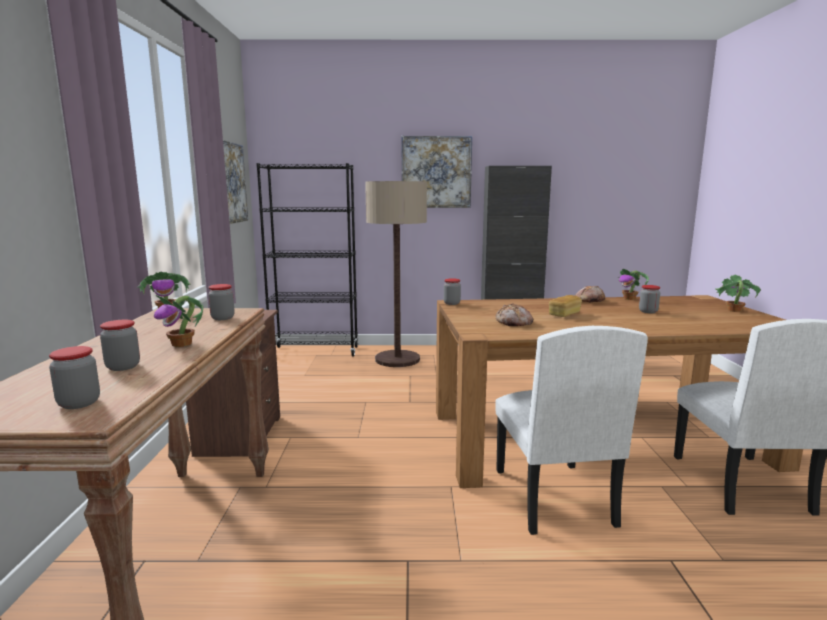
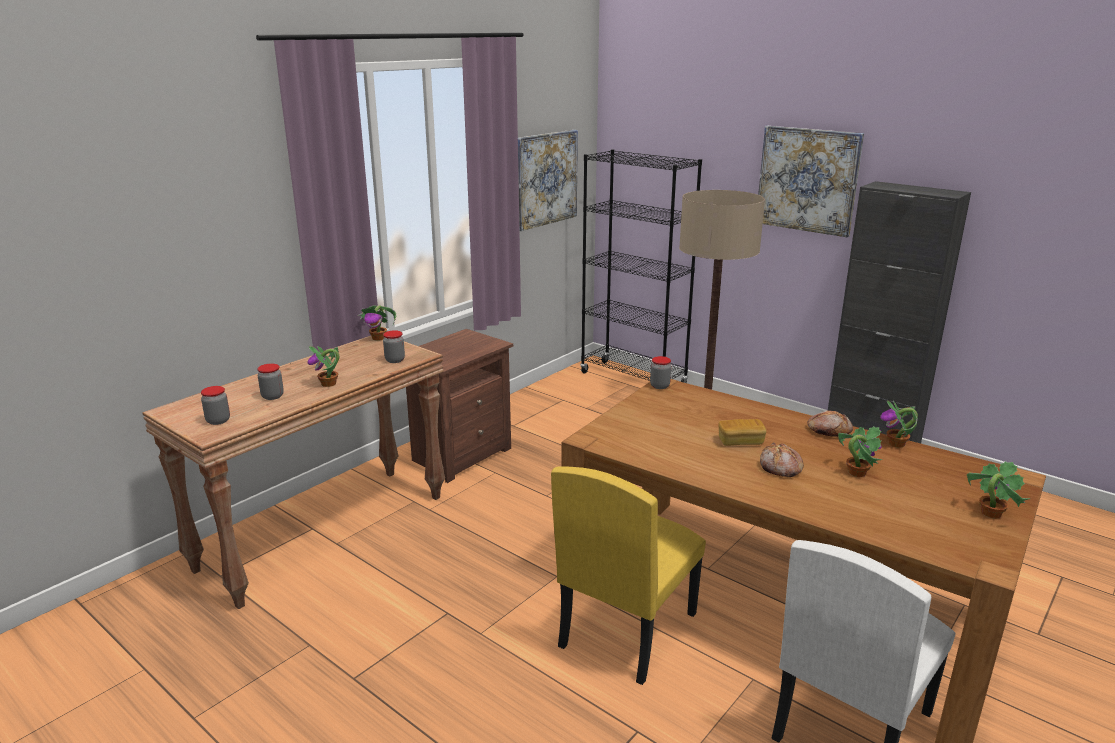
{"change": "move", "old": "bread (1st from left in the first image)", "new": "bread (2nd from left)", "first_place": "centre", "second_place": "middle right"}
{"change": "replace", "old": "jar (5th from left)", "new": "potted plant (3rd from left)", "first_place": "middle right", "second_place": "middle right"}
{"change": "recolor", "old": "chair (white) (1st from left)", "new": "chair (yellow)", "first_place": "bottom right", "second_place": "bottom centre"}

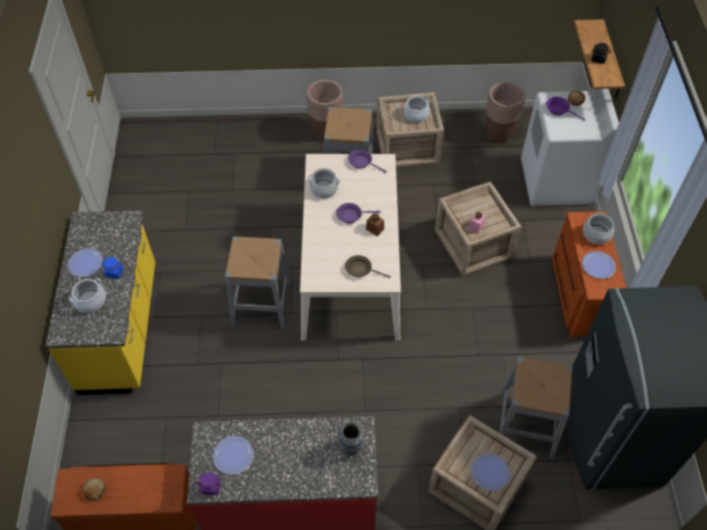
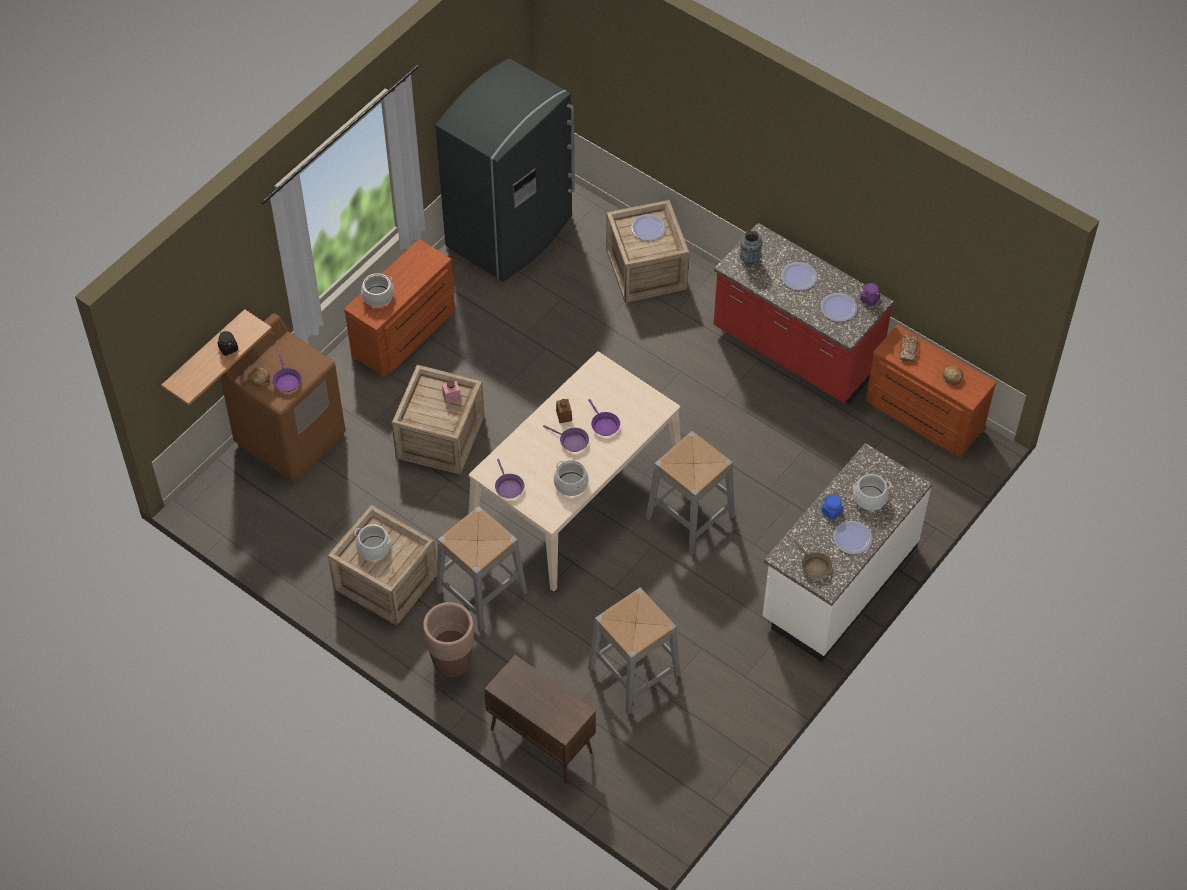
{"change": "delete", "old": "planter (brown) (2nd from left)", "first_place": "top right"}
{"change": "insert", "new": "cabinet (brown)", "second_place": "bottom centre"}
{"change": "insert", "new": "frying pan (purple) (4th from left)", "second_place": "centre"}
{"change": "insert", "new": "bread (2nd from left)", "second_place": "middle right"}
{"change": "move", "old": "frying pan (brown)", "first_place": "centre", "second_place": "middle right"}
{"change": "move", "old": "stool (grey) (3rd from left in the first image)", "new": "stool (grey) (2nd from left)", "first_place": "bottom right", "second_place": "bottom centre"}
{"change": "move", "old": "plate (4th from left in the first image)", "new": "plate (2nd from left)", "first_place": "middle right", "second_place": "top right"}
{"change": "recolor", "old": "counter (yellow)", "new": "counter (white)", "first_place": "middle left", "second_place": "middle right"}
{"change": "recolor", "old": "washing machine (white)", "new": "washing machine (brown)", "first_place": "top right", "second_place": "middle left"}

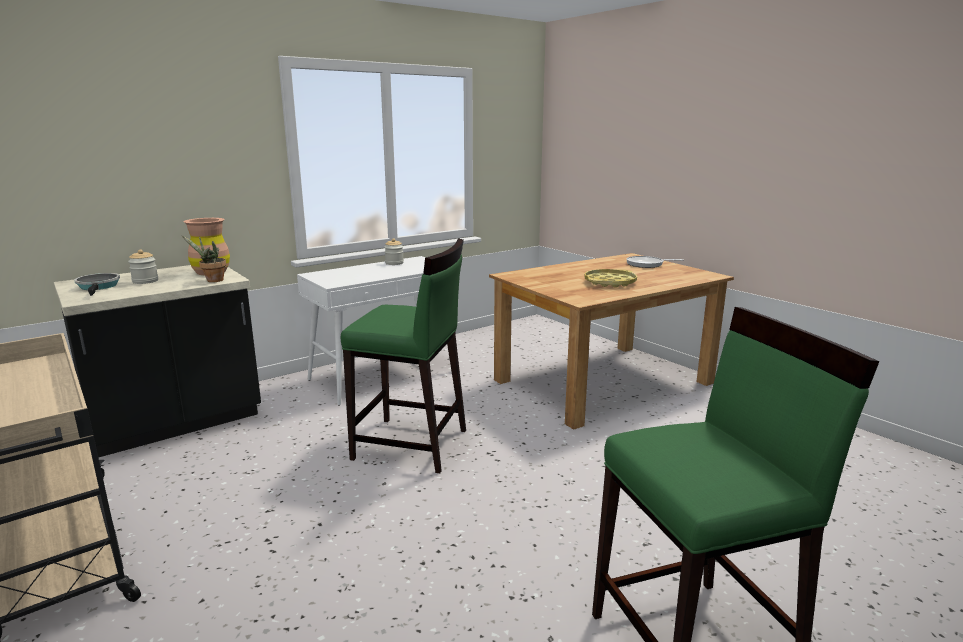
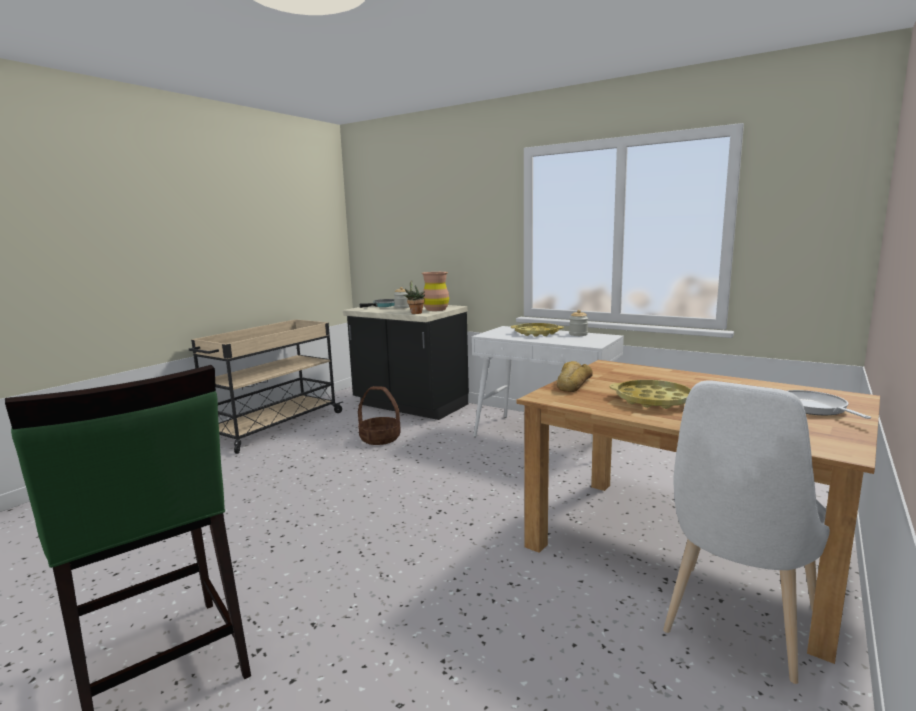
{"change": "delete", "old": "stool (green) (1st from left)", "first_place": "centre"}
{"change": "insert", "new": "basket", "second_place": "centre"}
{"change": "insert", "new": "tray (yellow) (1st from left)", "second_place": "centre"}
{"change": "insert", "new": "bread", "second_place": "centre"}
{"change": "insert", "new": "chair (white)", "second_place": "bottom right"}

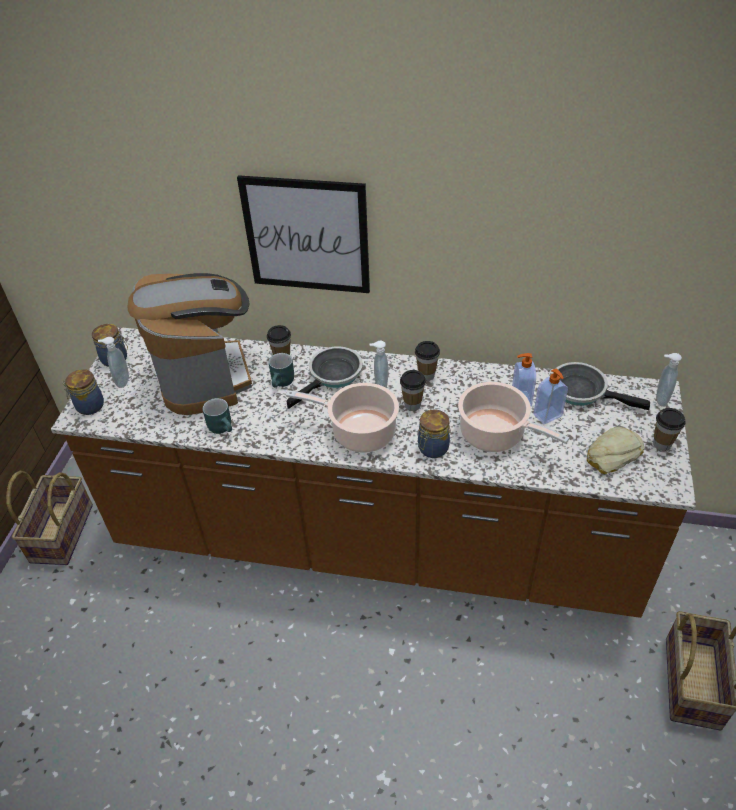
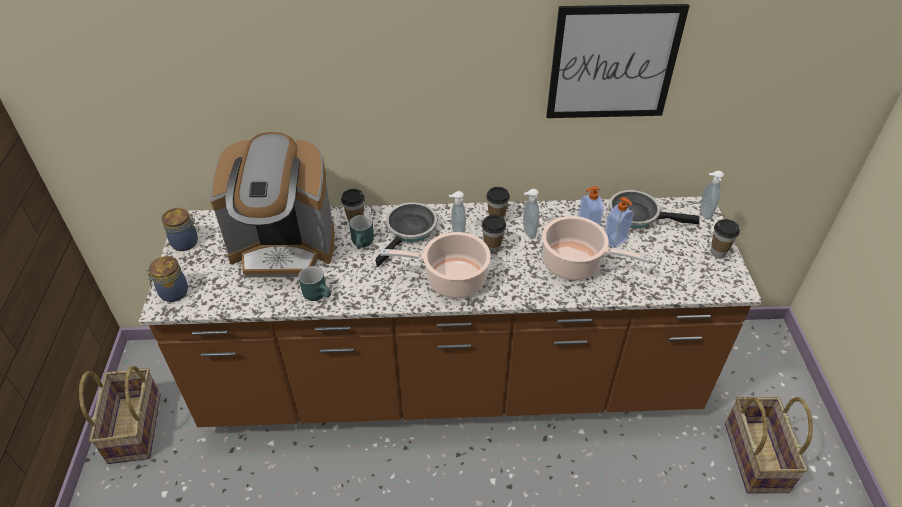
{"change": "delete", "old": "jar (3rd from left)", "first_place": "centre"}
{"change": "delete", "old": "bread", "first_place": "middle right"}
{"change": "move", "old": "soap dispenser (1st from left in the first image)", "new": "soap dispenser (2nd from left)", "first_place": "middle left", "second_place": "centre"}
{"change": "move", "old": "picture", "first_place": "top centre", "second_place": "top right"}
{"change": "rotate", "old": "coffee machine", "first_place": "middle left", "second_place": "middle left", "degrees": 120}

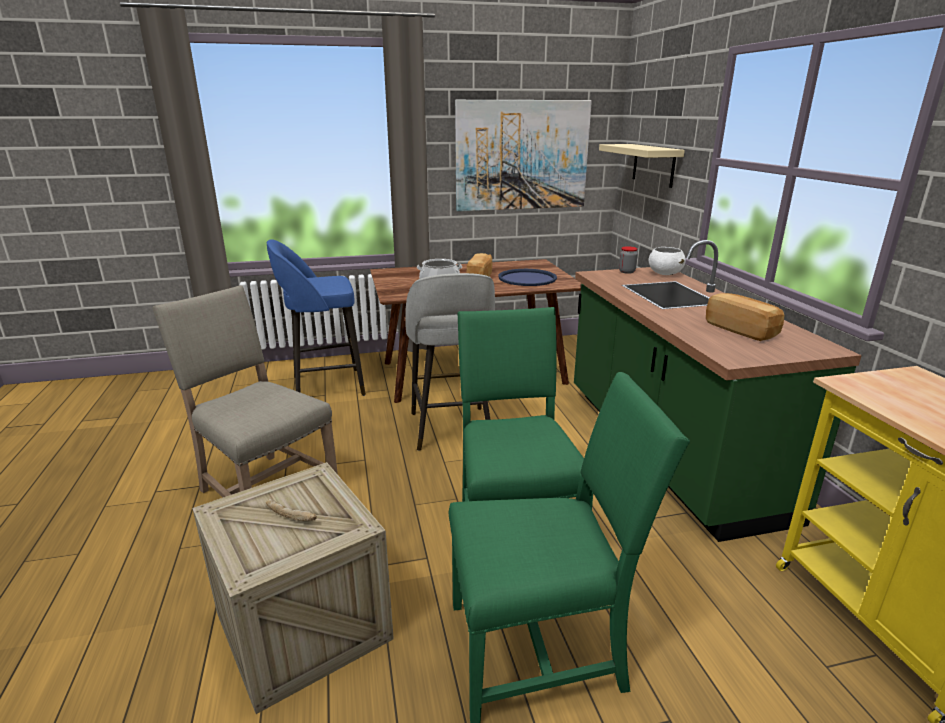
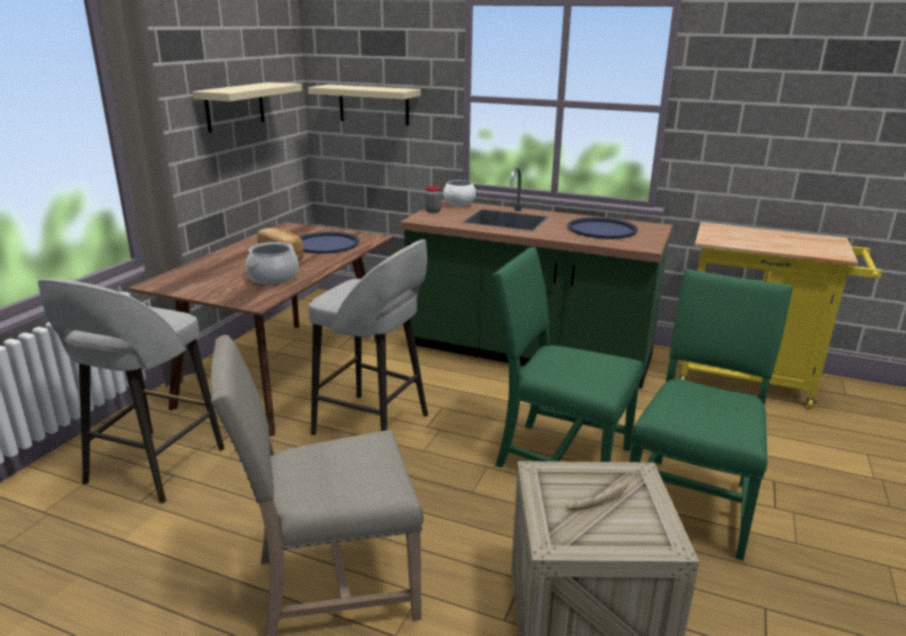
{"change": "replace", "old": "picture", "new": "shelf (beige) (1st from left)", "first_place": "top centre", "second_place": "top left"}
{"change": "replace", "old": "bread (3rd from left)", "new": "tray (blue) (2nd from left)", "first_place": "middle right", "second_place": "centre"}
{"change": "recolor", "old": "stool (blue)", "new": "stool (grey) (1st from left)", "first_place": "centre", "second_place": "middle left"}

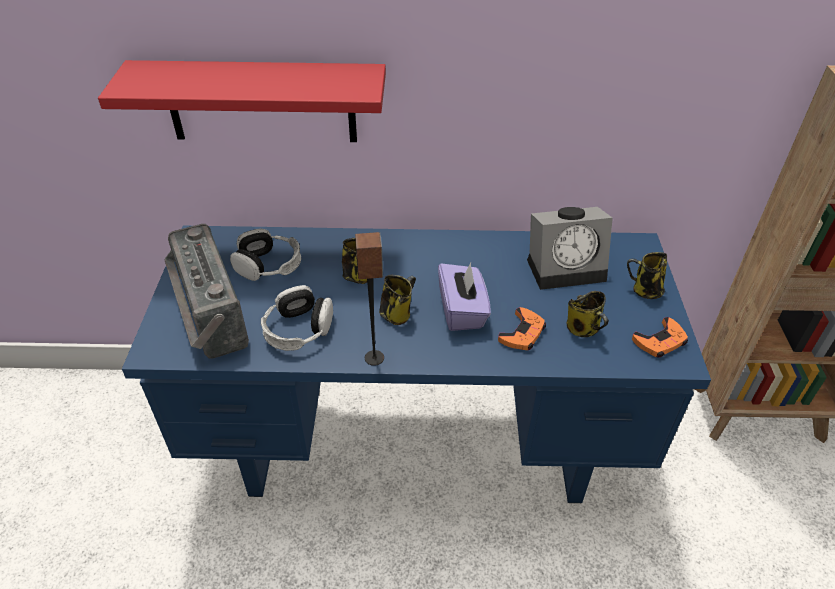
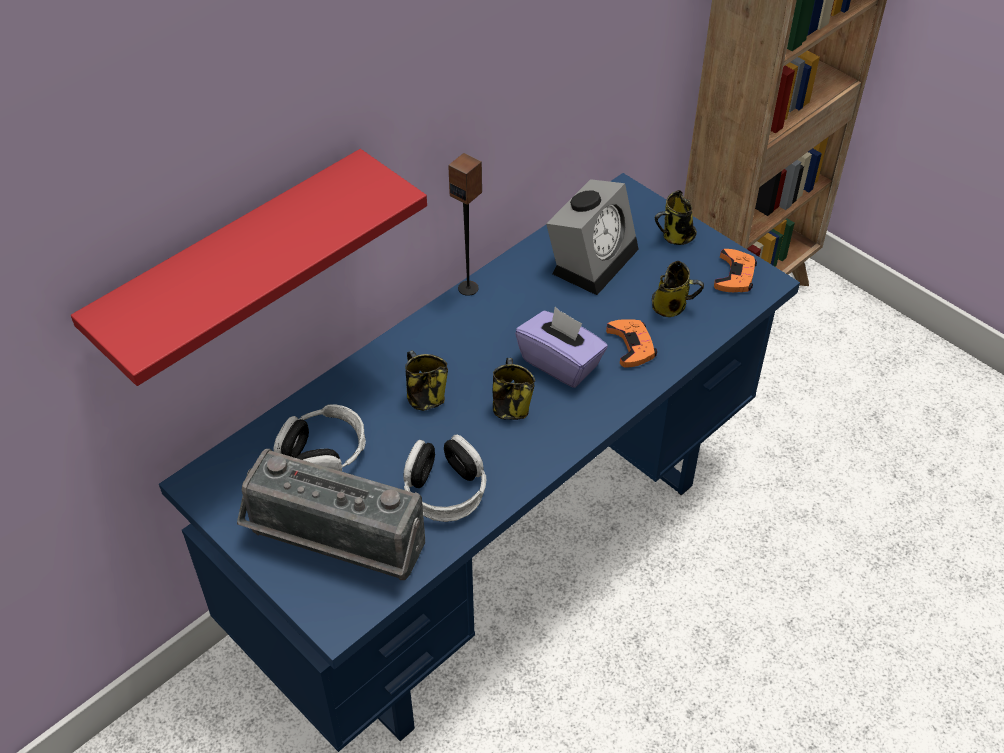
{"change": "move", "old": "speaker", "first_place": "centre", "second_place": "top centre"}

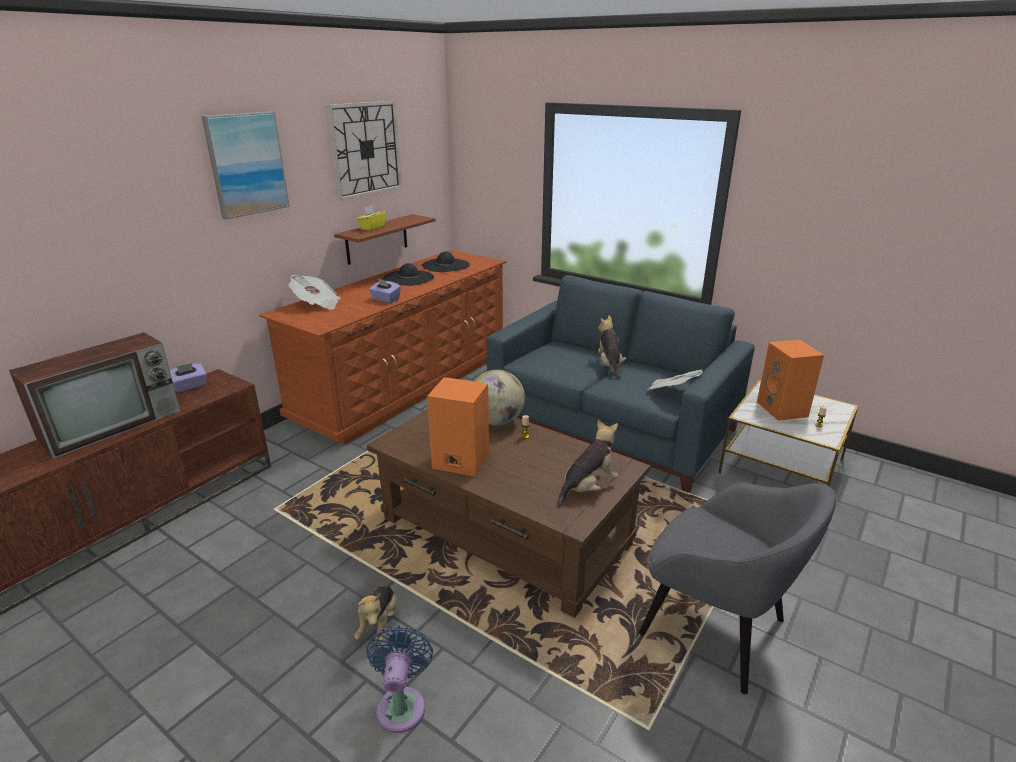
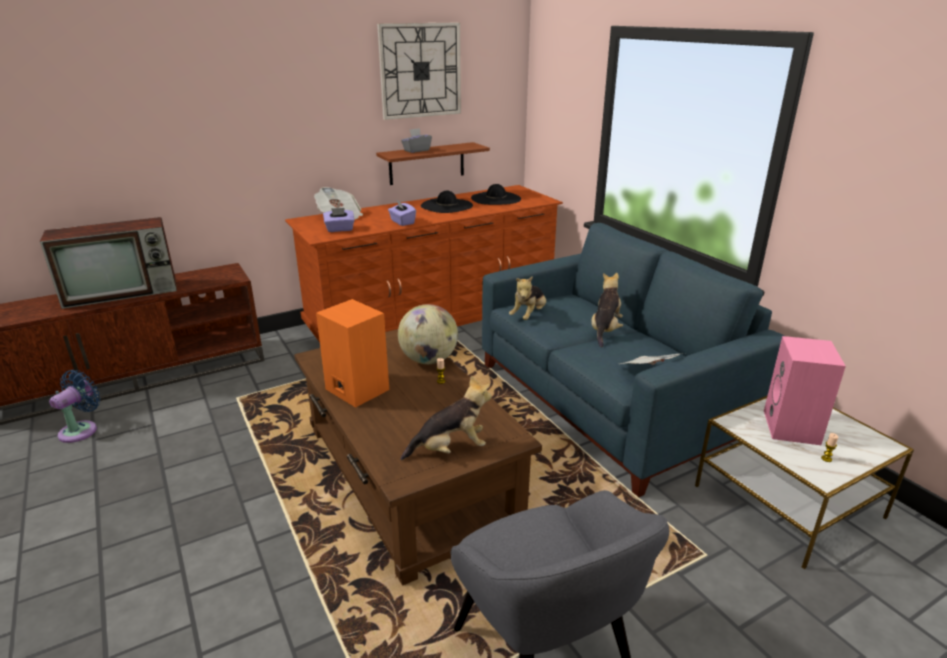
{"change": "delete", "old": "picture", "first_place": "top left"}
{"change": "move", "old": "tissue box (purple) (1st from left)", "first_place": "middle left", "second_place": "centre"}
{"change": "move", "old": "plush toy (1st from left in the first image)", "new": "plush toy (2nd from left)", "first_place": "bottom centre", "second_place": "centre"}
{"change": "move", "old": "fan (blue)", "first_place": "bottom centre", "second_place": "middle left"}
{"change": "recolor", "old": "tissue box (yellow)", "new": "tissue box (grey)", "first_place": "top centre", "second_place": "top centre"}
{"change": "recolor", "old": "speaker (orange) (2nd from left)", "new": "speaker (pink)", "first_place": "middle right", "second_place": "middle right"}

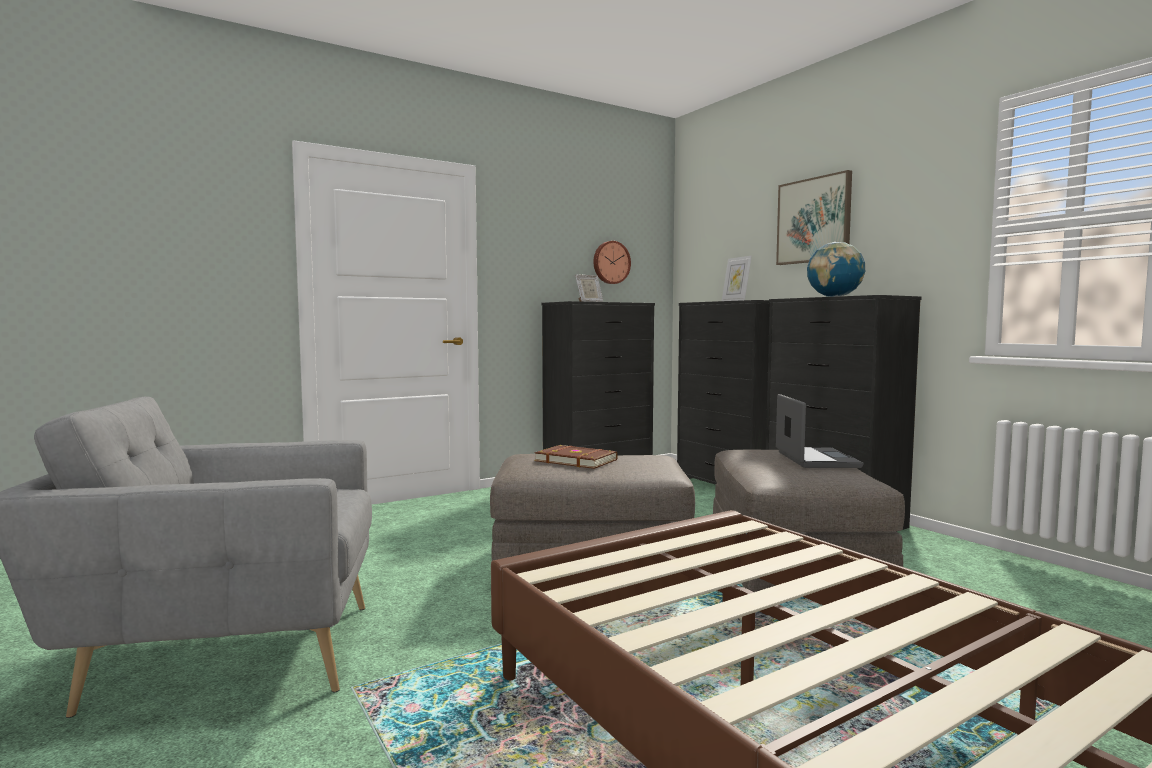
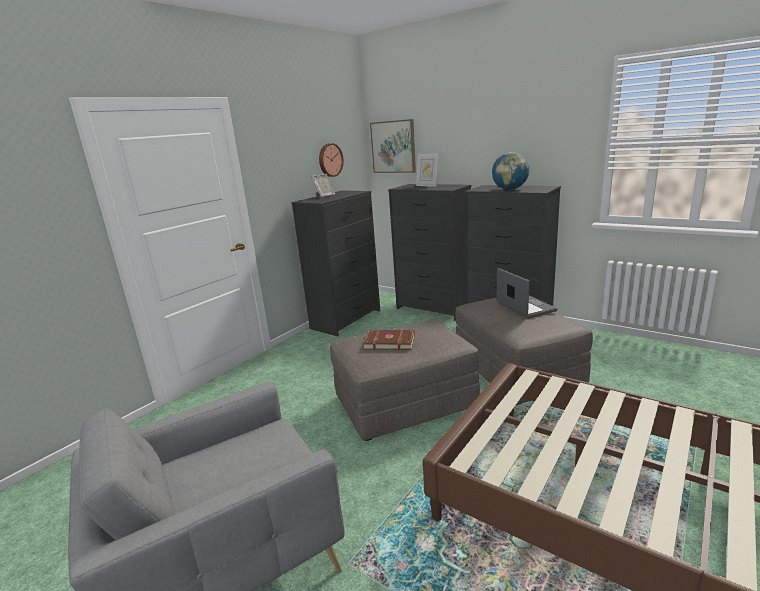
{"change": "move", "old": "picture", "first_place": "top right", "second_place": "top centre"}

